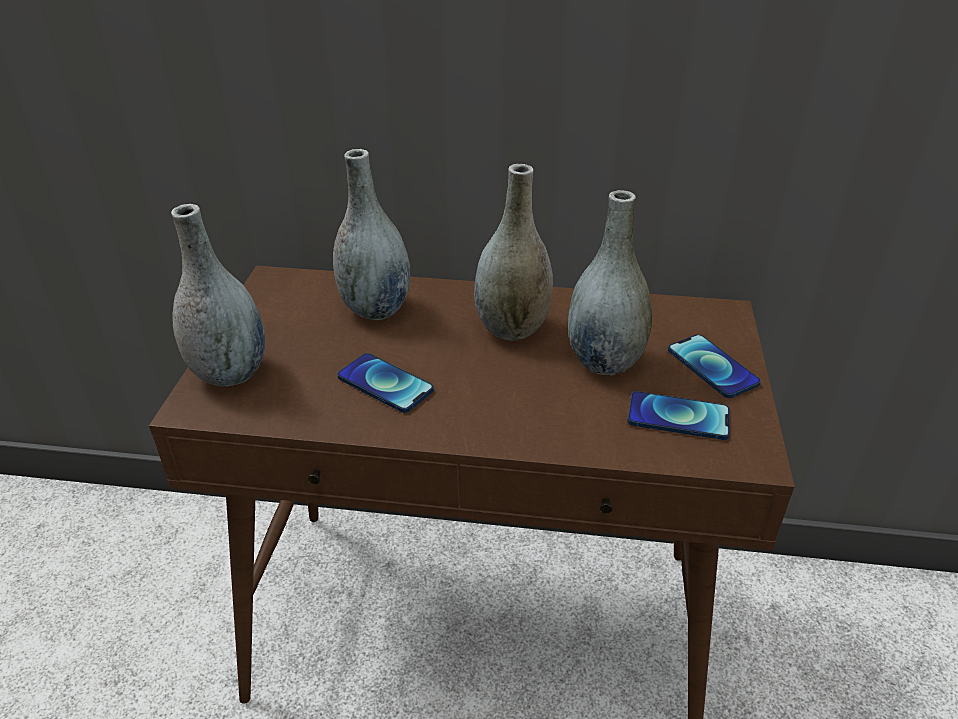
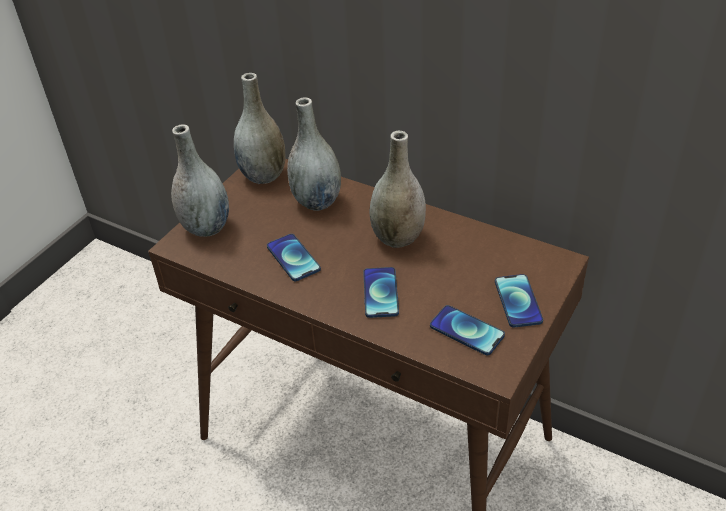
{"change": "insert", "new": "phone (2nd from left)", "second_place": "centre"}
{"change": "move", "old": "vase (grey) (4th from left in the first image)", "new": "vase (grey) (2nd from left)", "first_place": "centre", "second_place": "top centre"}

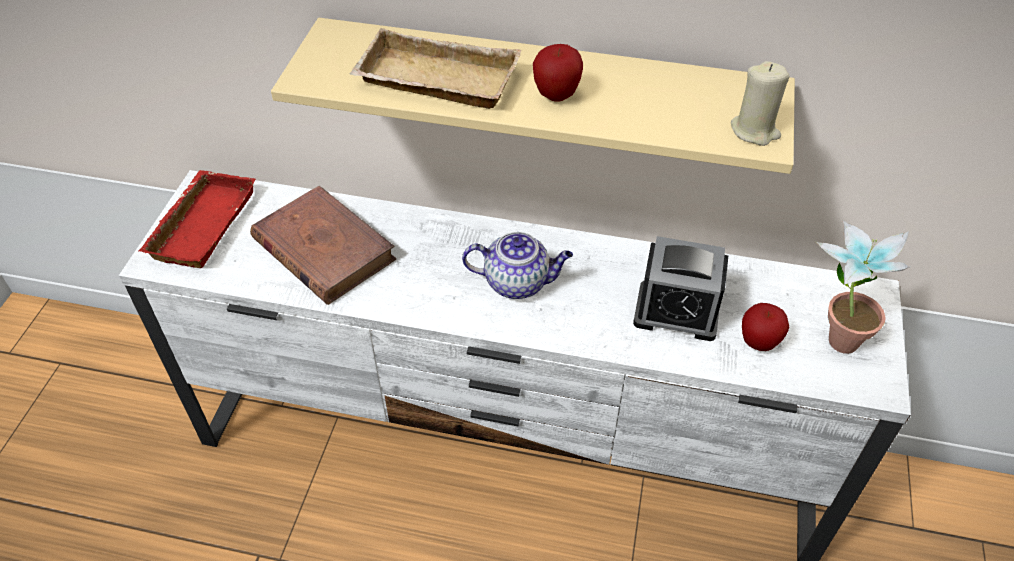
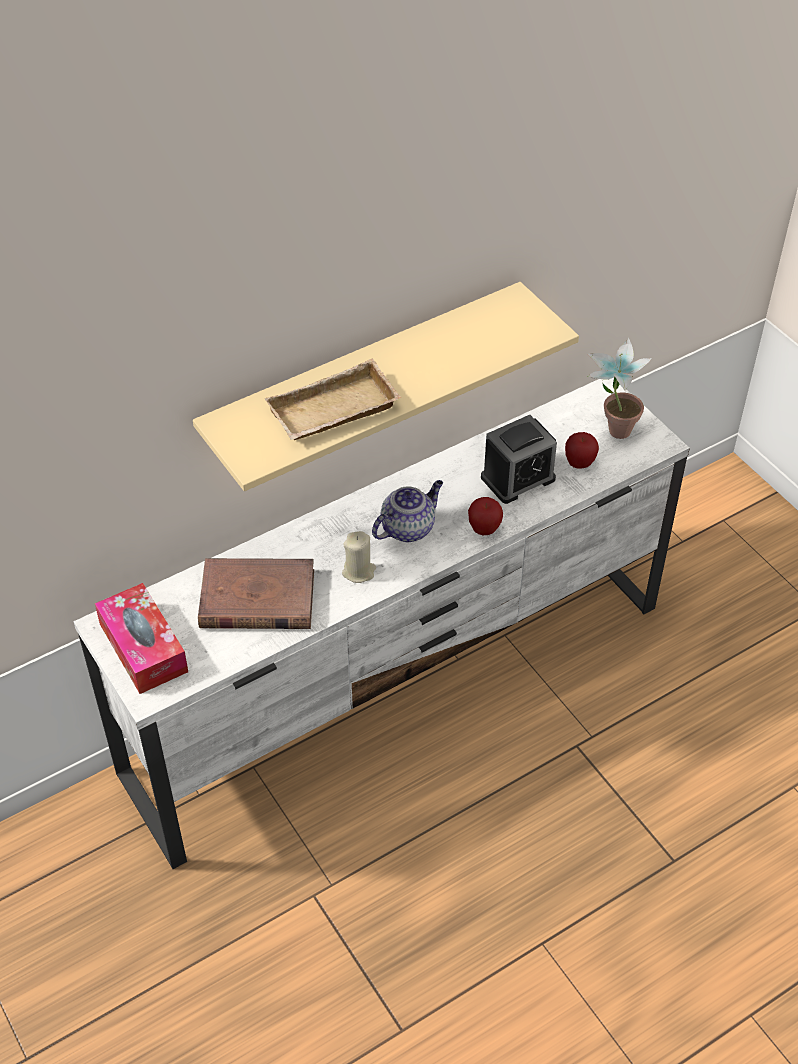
{"change": "move", "old": "apple (1st from left)", "first_place": "top centre", "second_place": "centre"}
{"change": "move", "old": "candle (beige)", "first_place": "top right", "second_place": "centre"}
{"change": "replace", "old": "tray (red)", "new": "tissue box", "first_place": "middle left", "second_place": "middle left"}

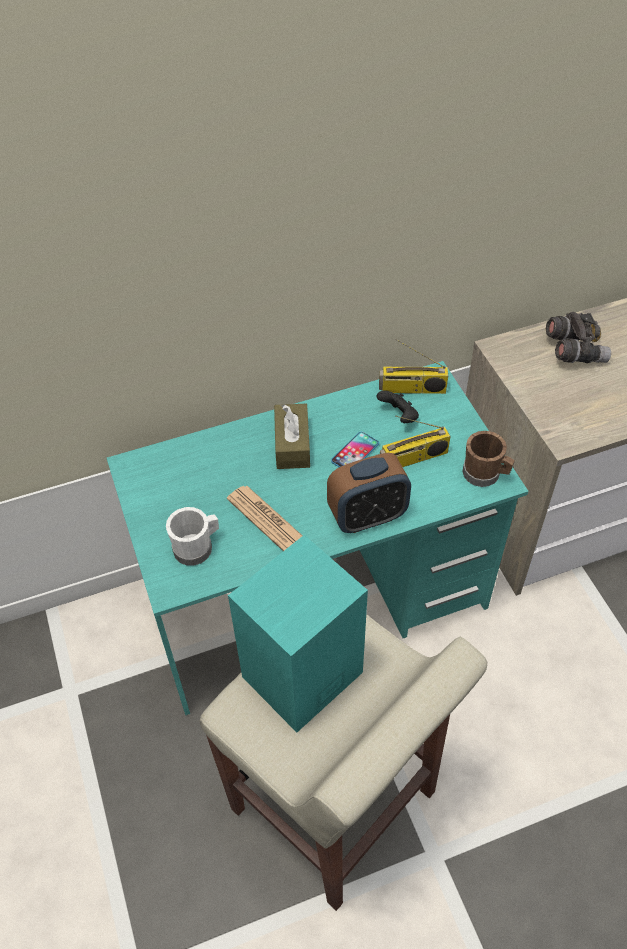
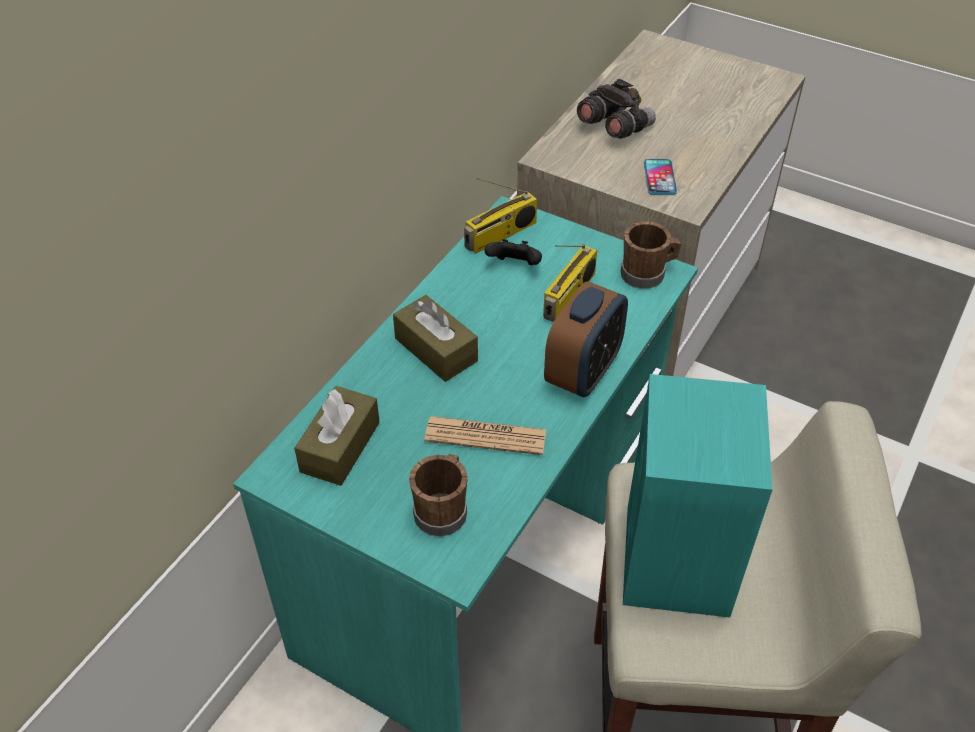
{"change": "insert", "new": "tissue box (brown) (1st from left)", "second_place": "centre"}
{"change": "move", "old": "phone", "first_place": "centre", "second_place": "top right"}
{"change": "recolor", "old": "mug (white)", "new": "mug (brown) (1st from left)", "first_place": "middle left", "second_place": "bottom centre"}

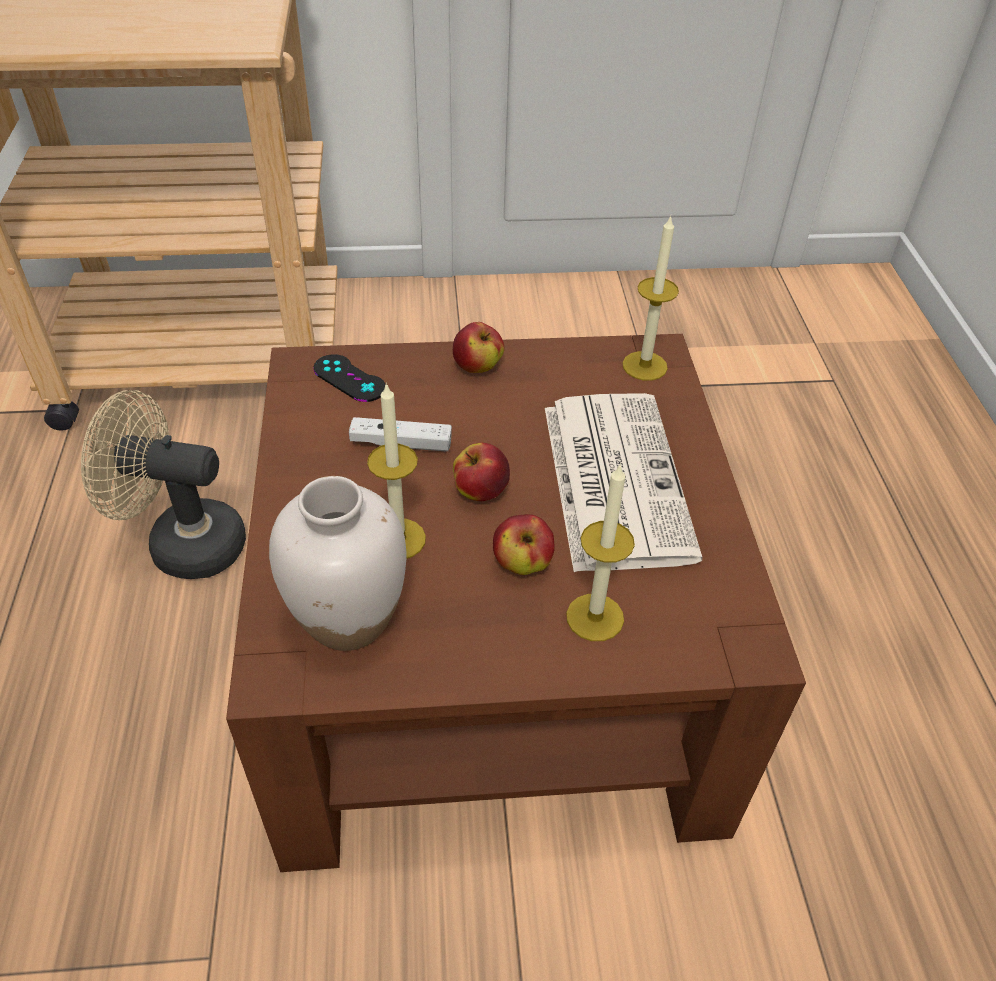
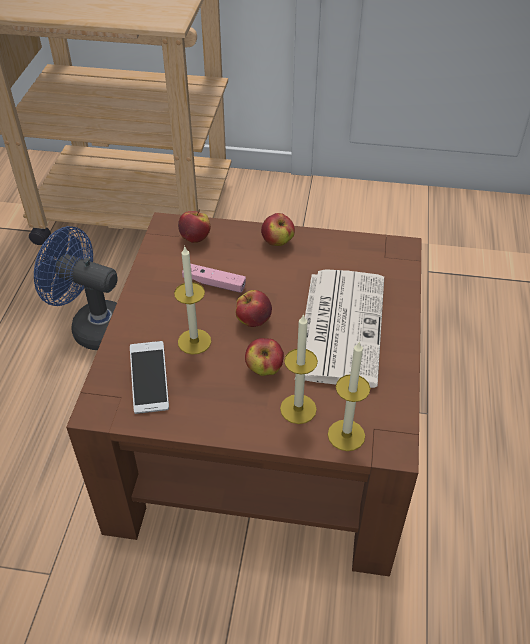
{"change": "move", "old": "candle (3rd from left)", "first_place": "top centre", "second_place": "centre"}
{"change": "replace", "old": "vase (white)", "new": "phone", "first_place": "centre", "second_place": "middle left"}
{"change": "replace", "old": "game controller (black)", "new": "apple (1st from left)", "first_place": "centre", "second_place": "centre"}
{"change": "recolor", "old": "fan (beige)", "new": "fan (blue)", "first_place": "middle left", "second_place": "middle left"}
{"change": "recolor", "old": "game controller (white)", "new": "game controller (pink)", "first_place": "centre", "second_place": "centre"}

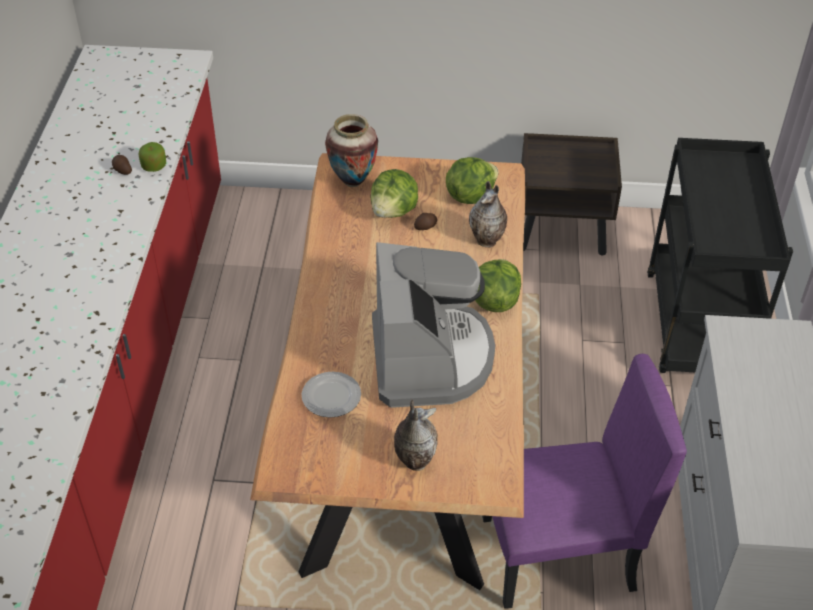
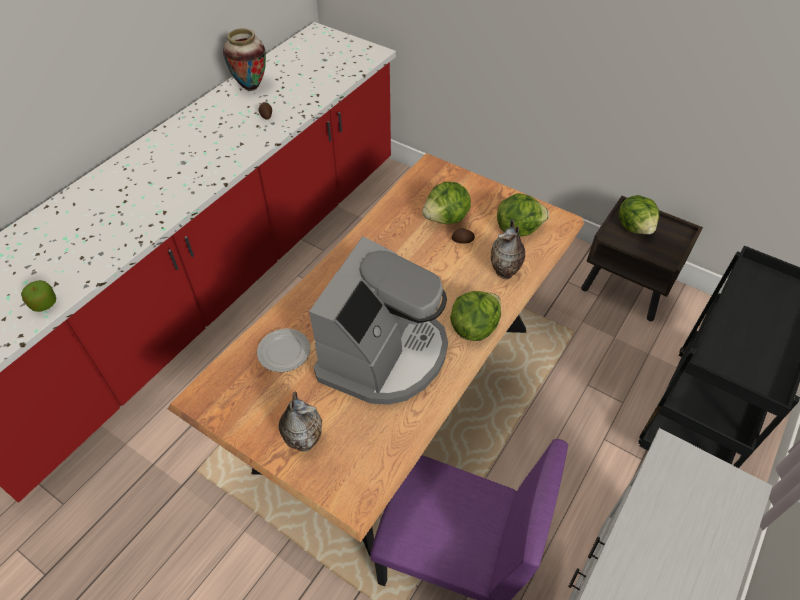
{"change": "insert", "new": "lettuce (4th from left)", "second_place": "middle right"}
{"change": "move", "old": "apple", "first_place": "top left", "second_place": "middle left"}
{"change": "move", "old": "vase (1st from left)", "first_place": "top centre", "second_place": "top left"}

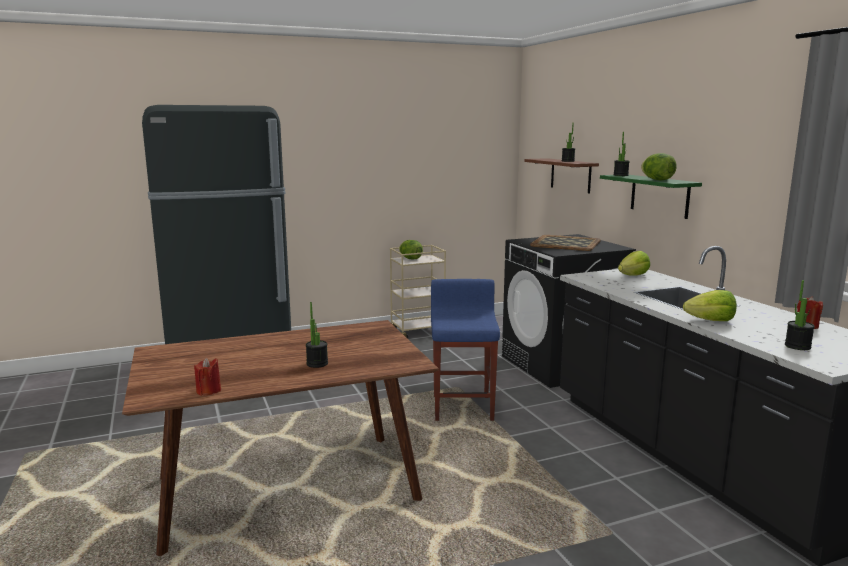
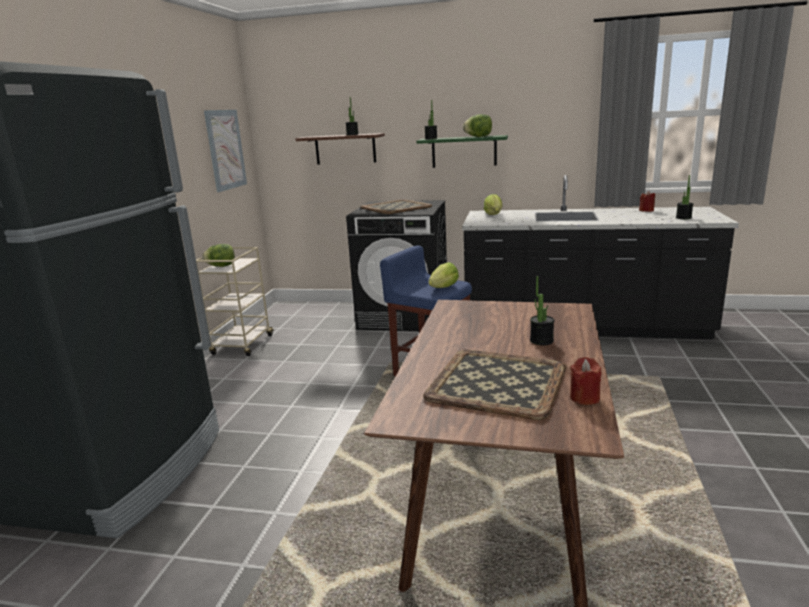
{"change": "insert", "new": "picture", "second_place": "top left"}
{"change": "insert", "new": "tray (2nd from left)", "second_place": "centre"}
{"change": "move", "old": "lettuce (4th from left in the first image)", "new": "lettuce (2nd from left)", "first_place": "middle right", "second_place": "centre"}

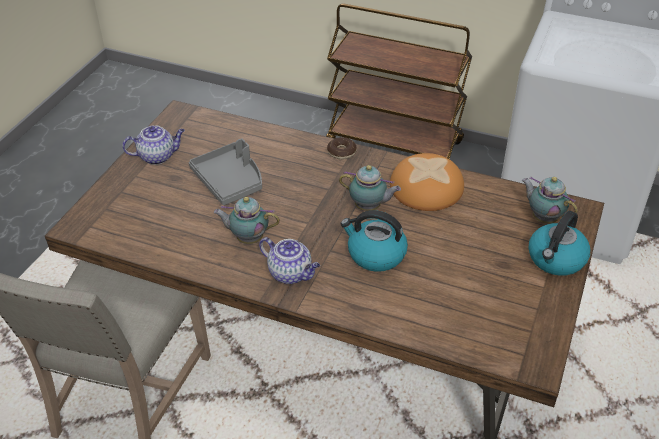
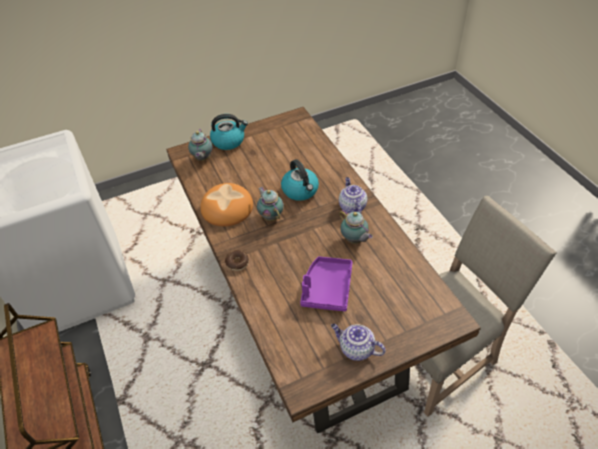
{"change": "recolor", "old": "tray (grey)", "new": "tray (purple)", "first_place": "centre", "second_place": "centre"}

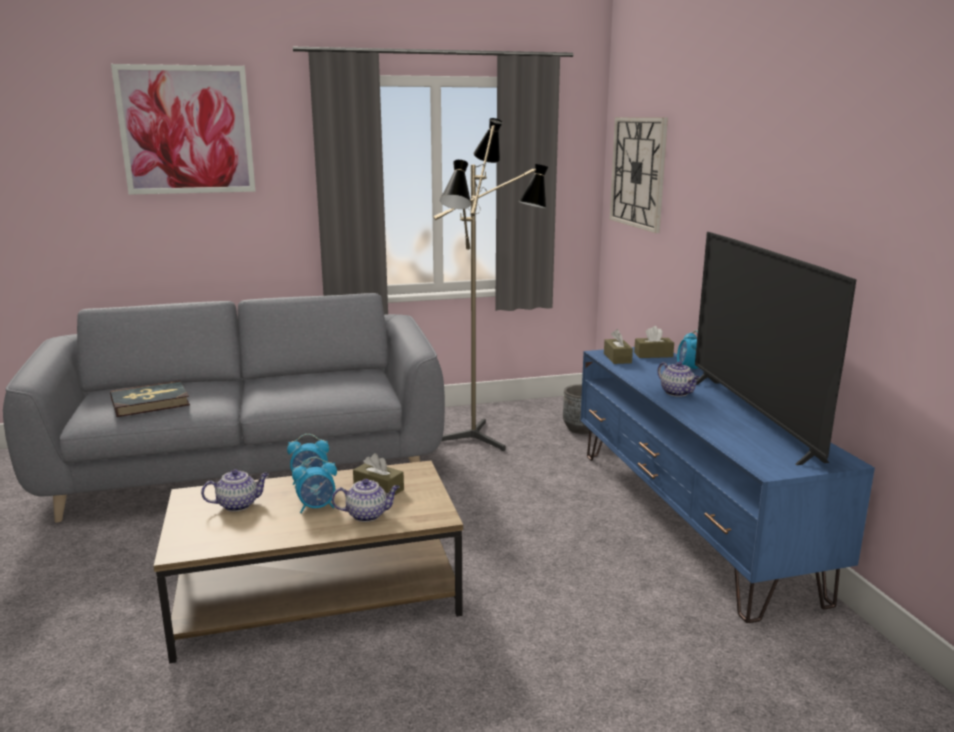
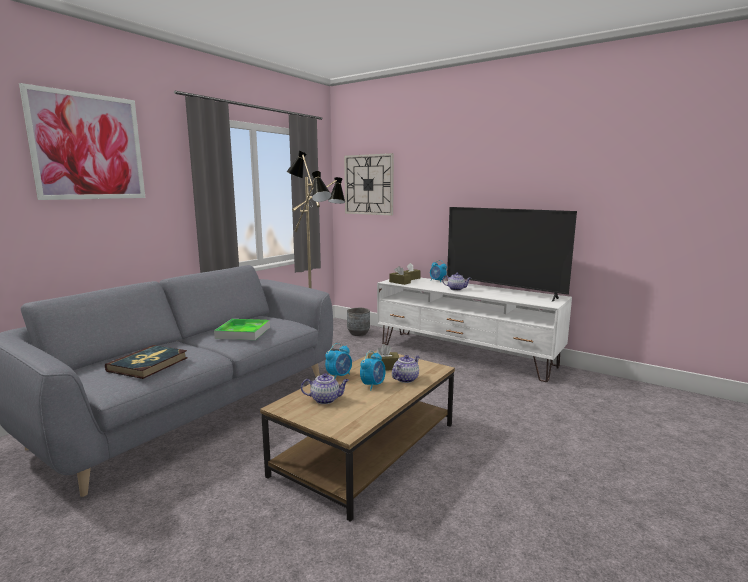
{"change": "insert", "new": "tray", "second_place": "middle left"}
{"change": "recolor", "old": "tv stand (blue)", "new": "tv stand (white)", "first_place": "middle right", "second_place": "centre"}
{"change": "rotate", "old": "teapot (1st from left)", "first_place": "bottom left", "second_place": "bottom centre", "degrees": 60}

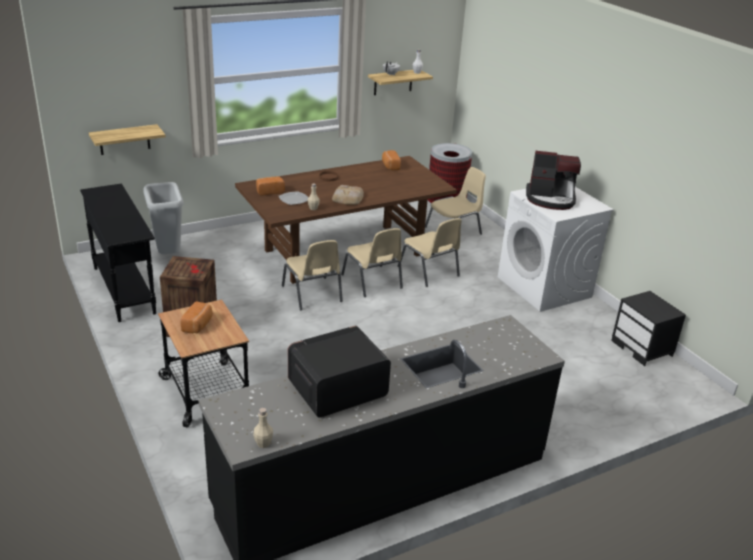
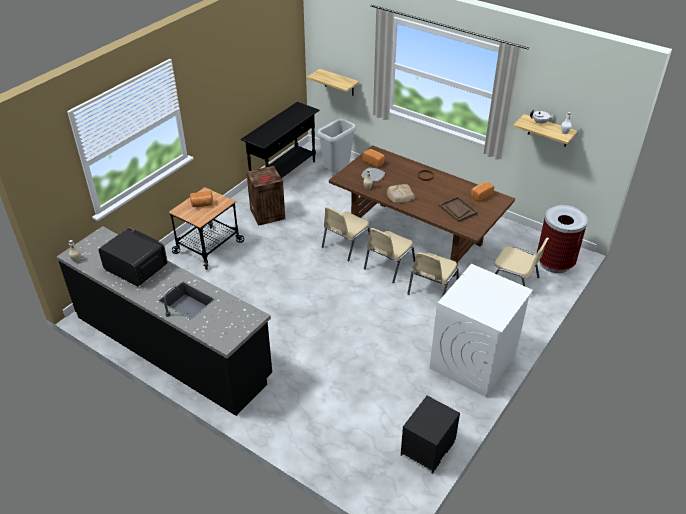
{"change": "delete", "old": "coffee machine", "first_place": "top right"}
{"change": "insert", "new": "tray (brown)", "second_place": "middle right"}

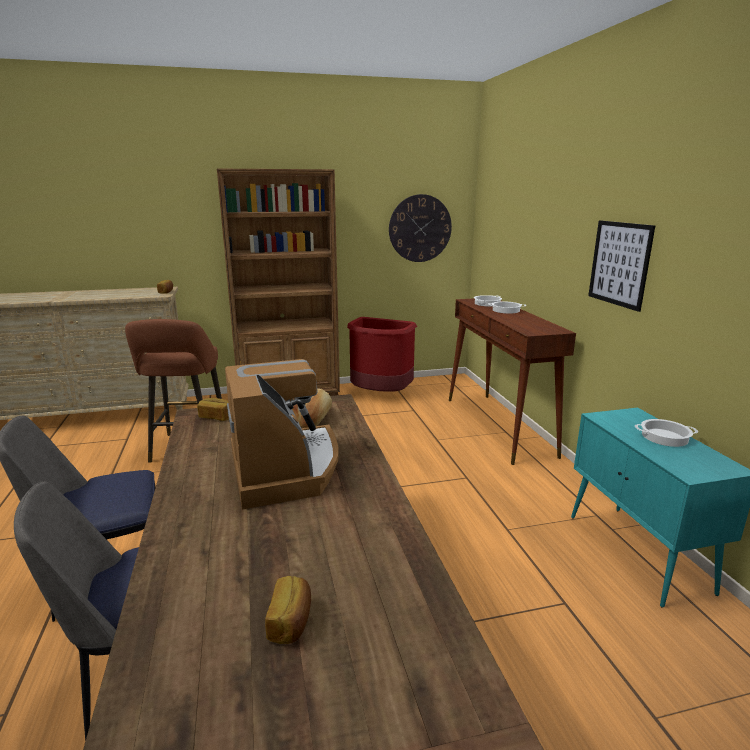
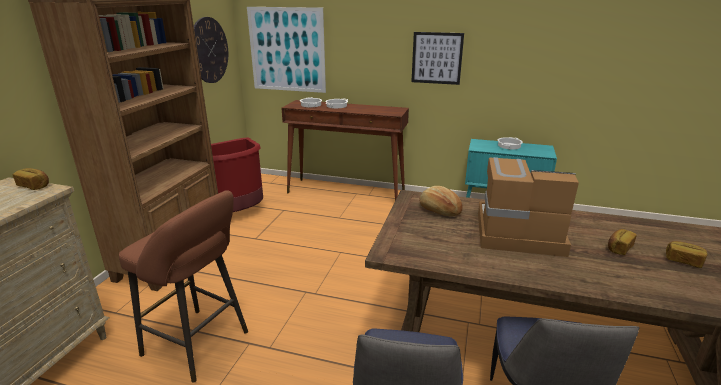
{"change": "insert", "new": "picture (1st from left)", "second_place": "top centre"}
{"change": "move", "old": "bread (2nd from left in the first image)", "new": "bread (3rd from left)", "first_place": "middle left", "second_place": "middle right"}

